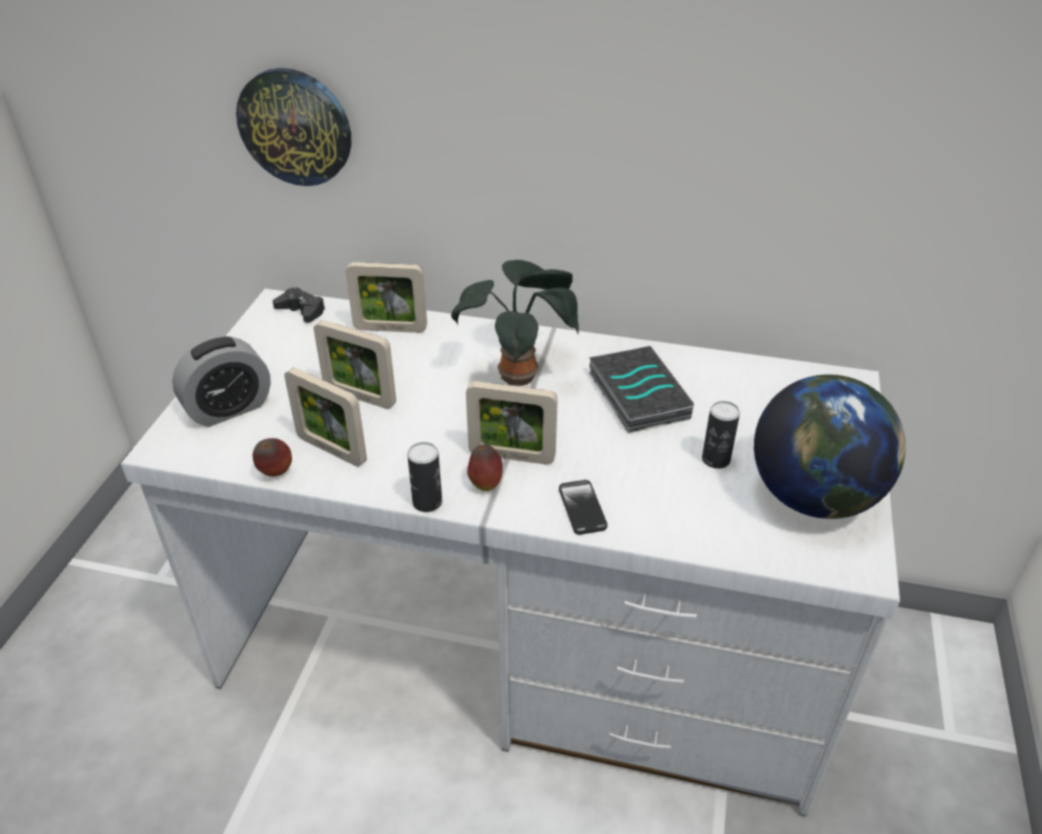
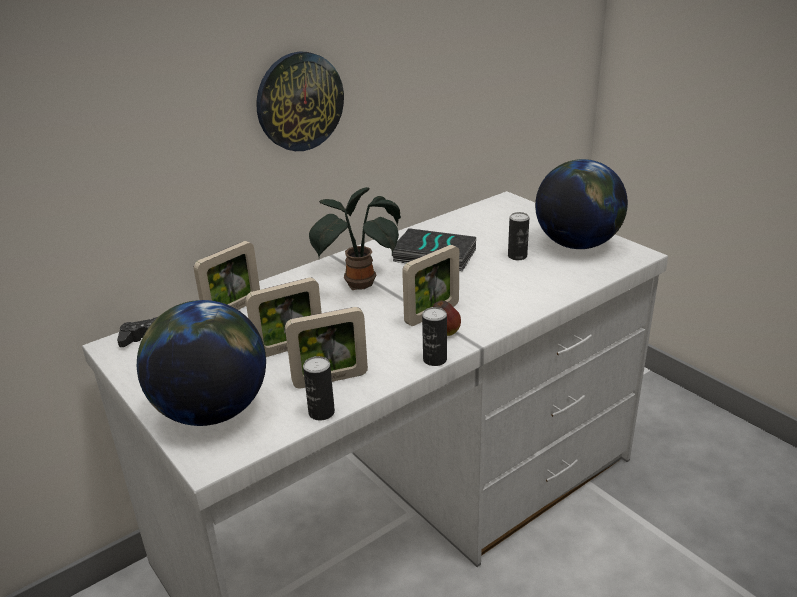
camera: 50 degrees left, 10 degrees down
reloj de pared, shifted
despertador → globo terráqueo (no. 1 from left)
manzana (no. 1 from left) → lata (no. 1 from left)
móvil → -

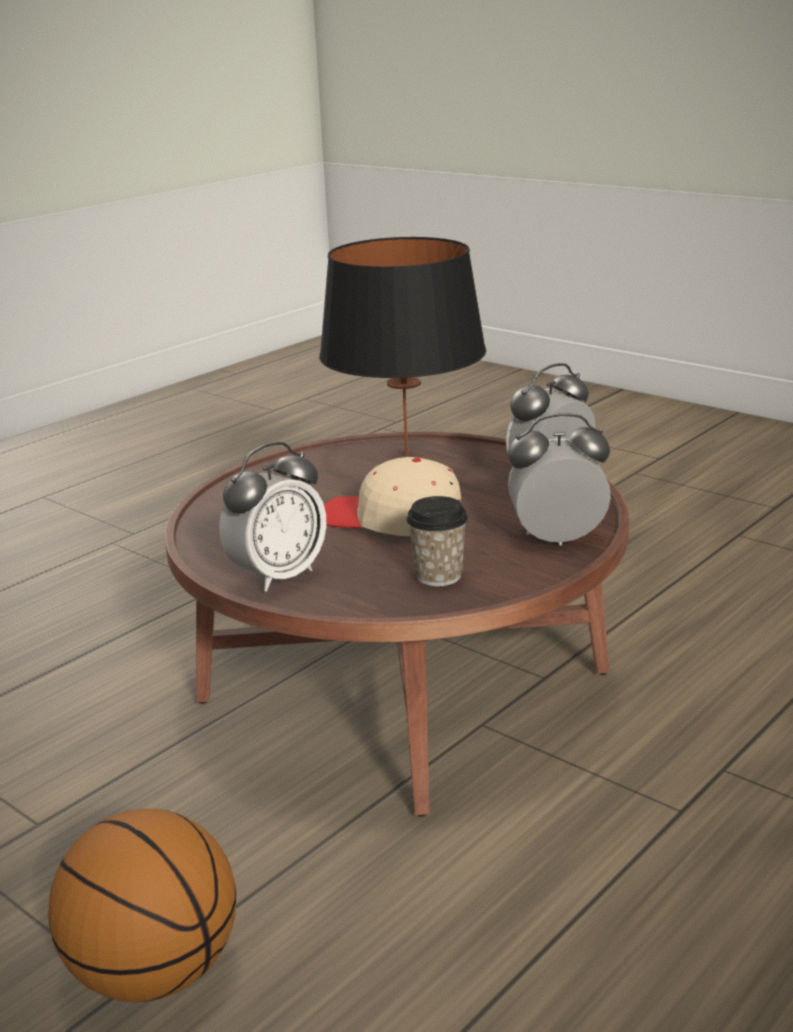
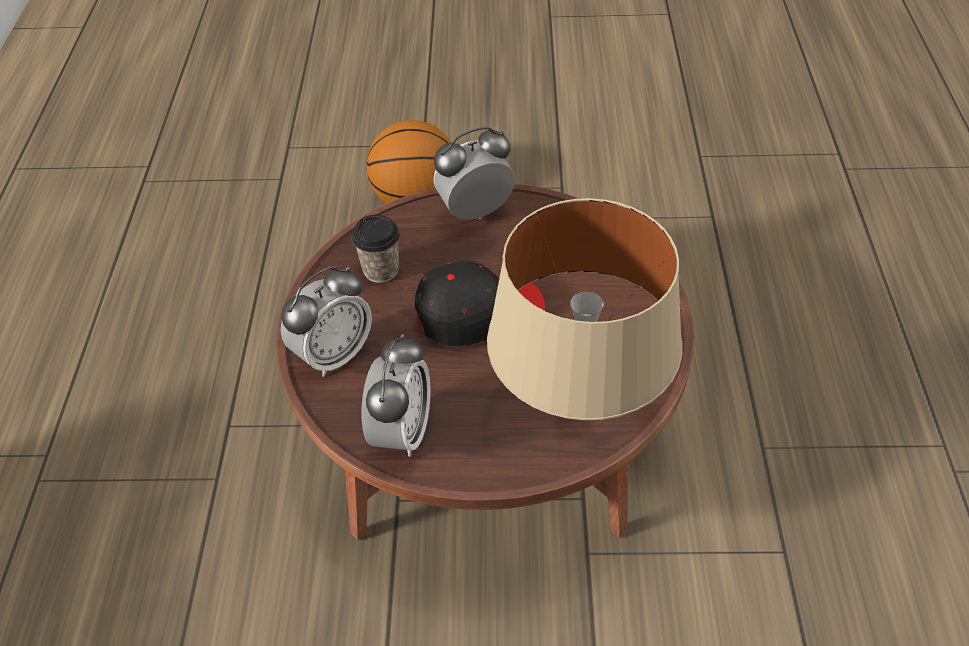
camera: 140 degrees right, 25 degrees up
lámpara de mesa (negro) → lámpara de mesa (beis)
despertador (no. 1 from left in the first image) → despertador (no. 3 from left), 60 degrees clockwise
gorra (beis) → gorra (negro)

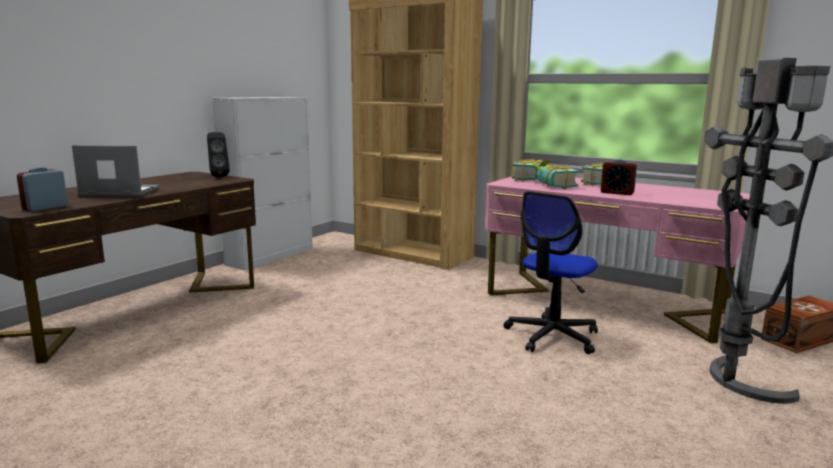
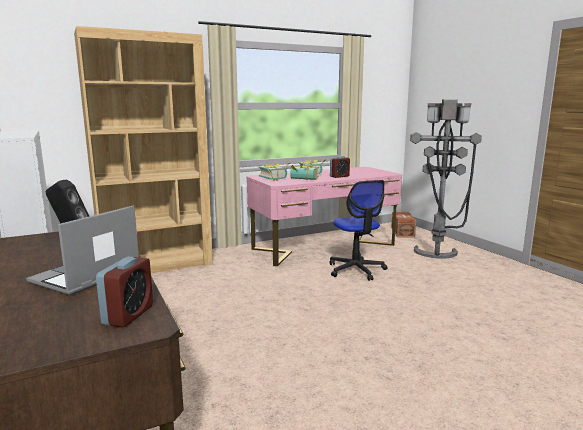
camera: 60 degrees left, 0 degrees up
despertador (no. 1 from left), 135 degrees counterclockwise

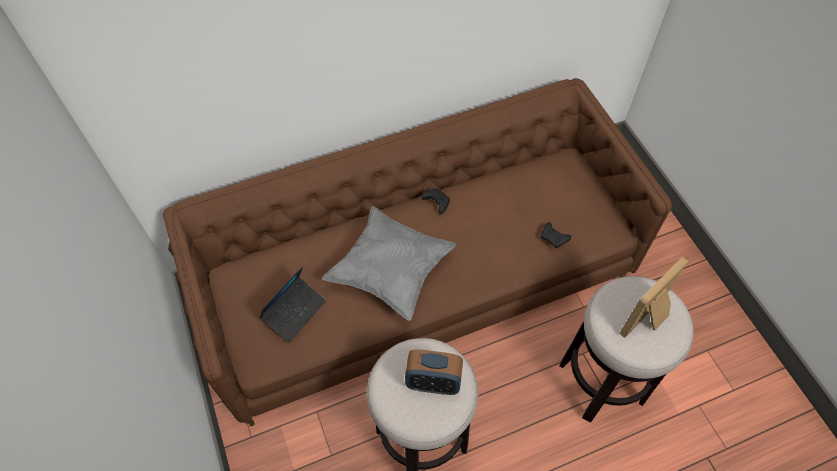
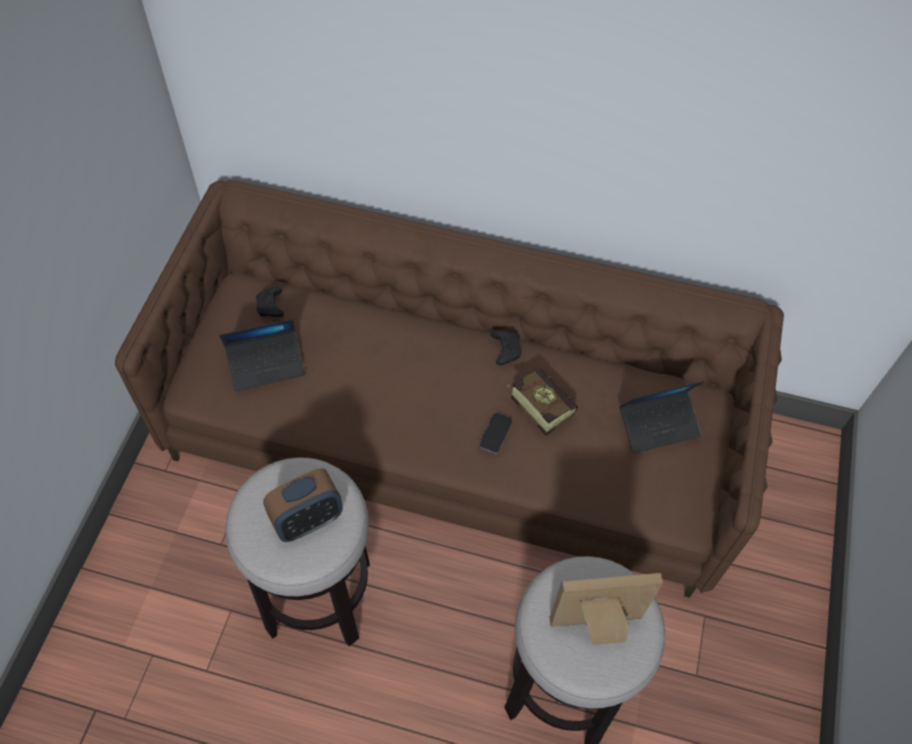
camera: 35 degrees right, 0 degrees up
cojín (gris) → -
mando de consola (negro) (no. 2 from left in the first image) → mando de consola (negro) (no. 1 from left), shifted
despertador, 75 degrees counterclockwise
- → libro
- → portátil (no. 2 from left)
- → móvil

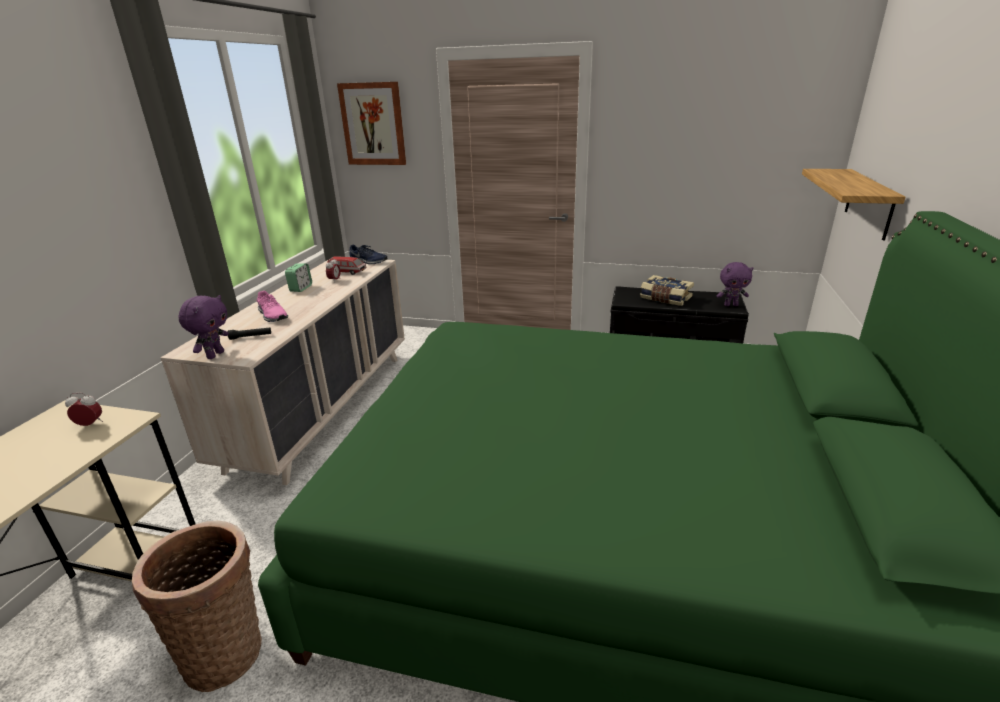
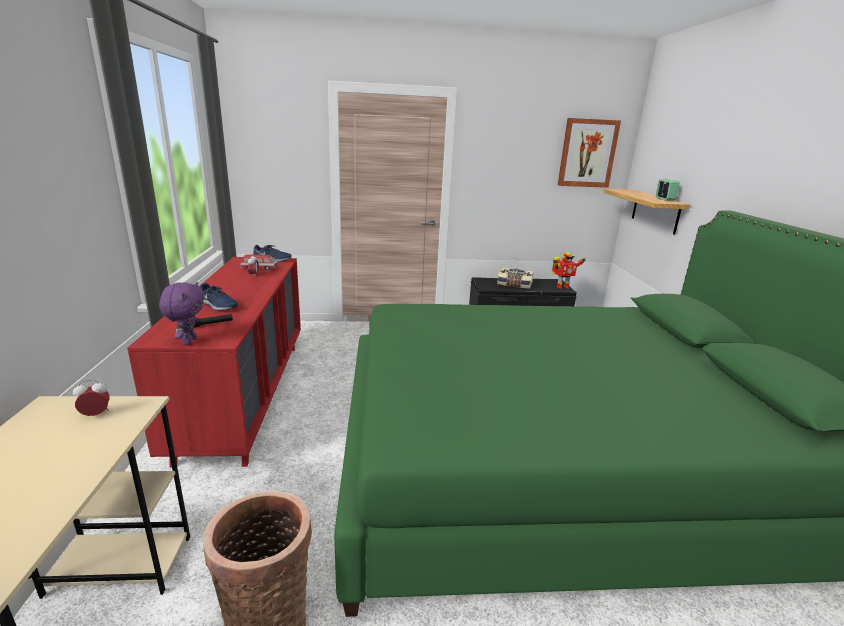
camera: 20 degrees left, 5 degrees down
cuadro, shifted
cómoda (beis) → cómoda (rojo)
peluche (morado) (no. 2 from left) → robot de juguete
despertador (no. 2 from left in the first image) → despertador (no. 3 from left), shifted
zapato (rosa) → zapato (azul) (no. 1 from left)

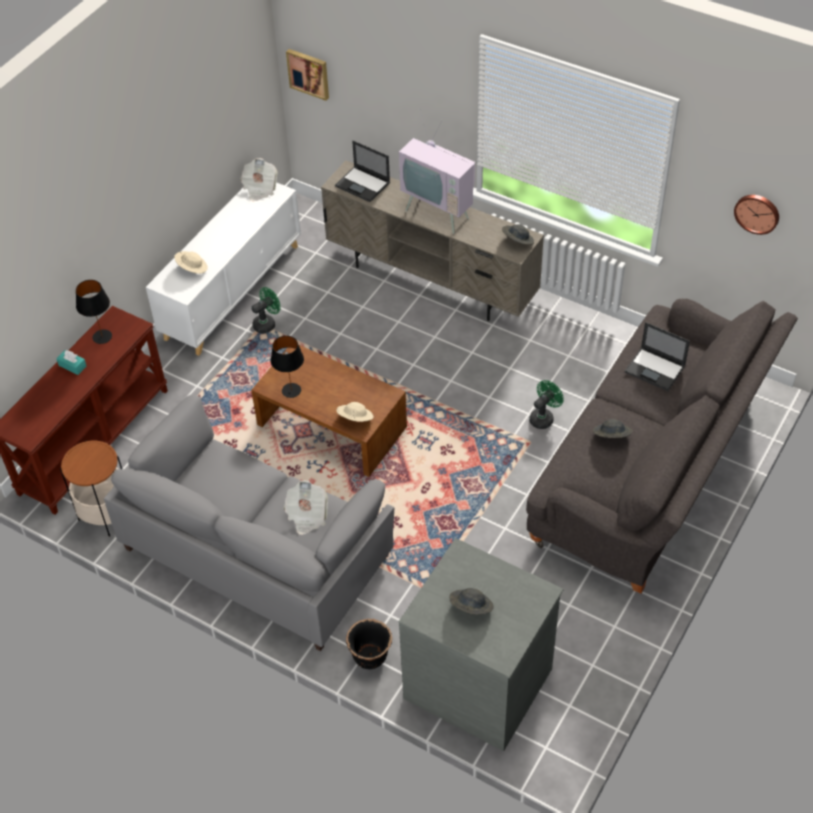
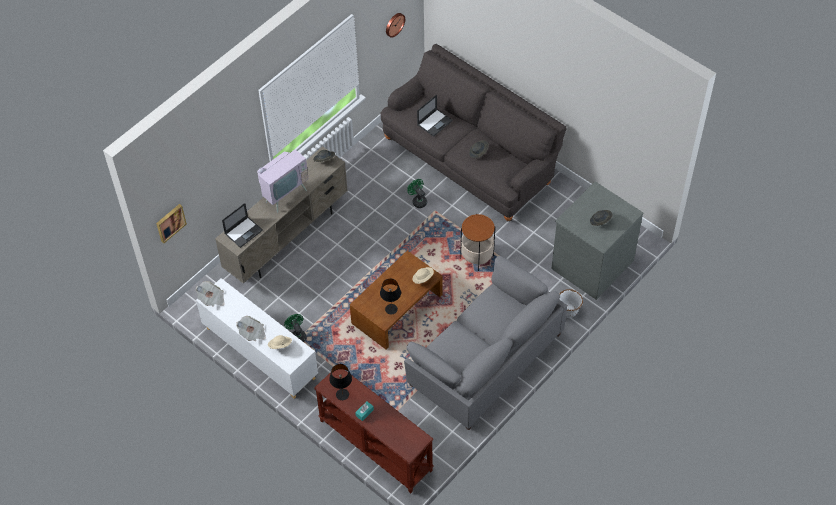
camera: 80 degrees left, 5 degrees up
mesa auxiliar, shifted
periódico (no. 2 from left), shifted
maceta (negro) → maceta (blanco)

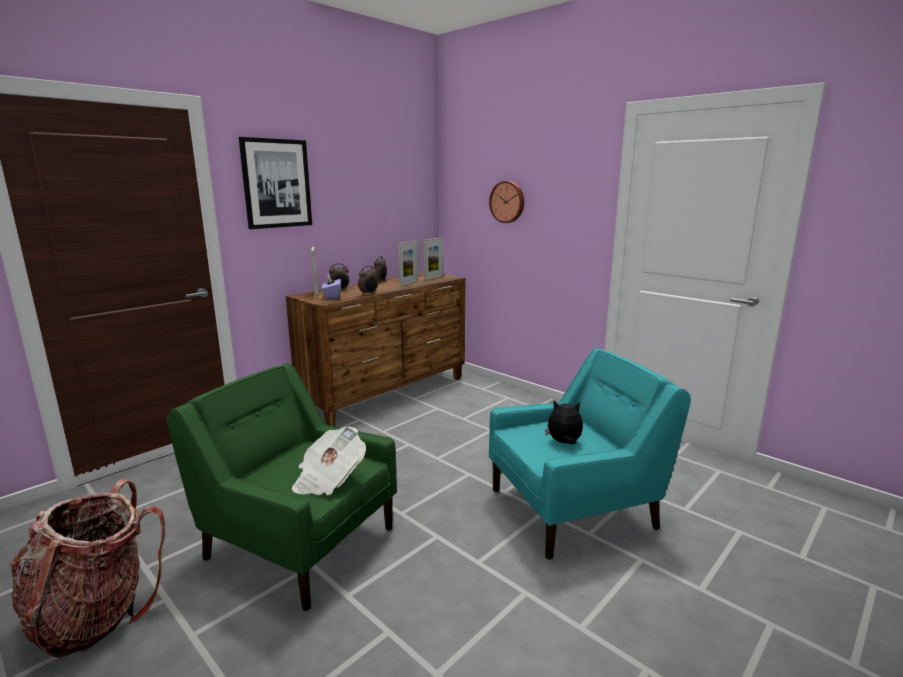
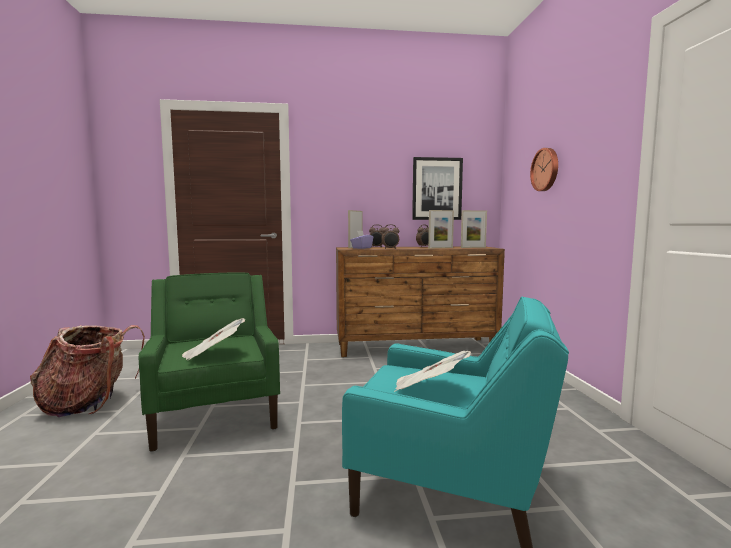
camera: 40 degrees right, 10 degrees down
cuadro, shifted
peluche → periódico (no. 2 from left)

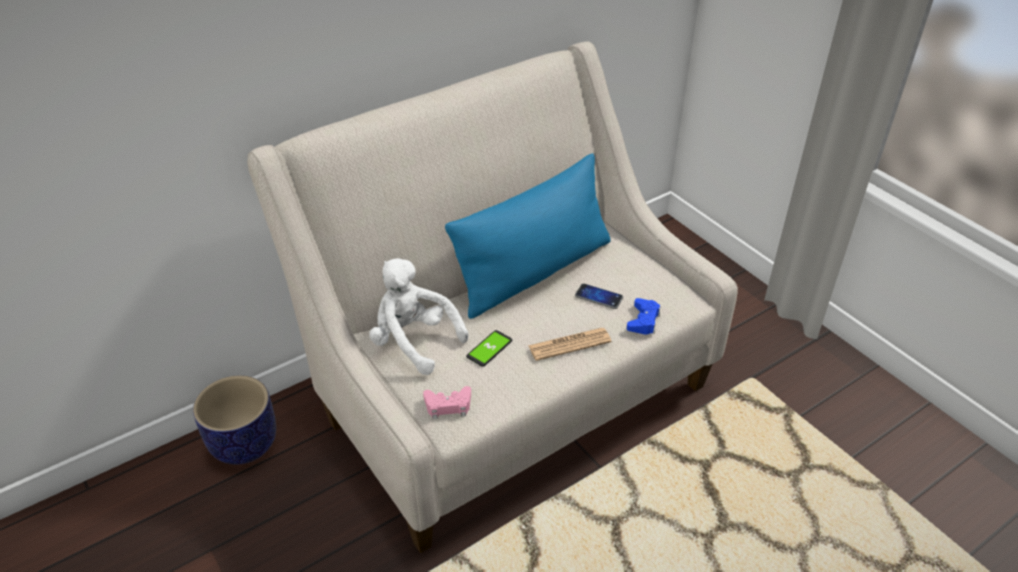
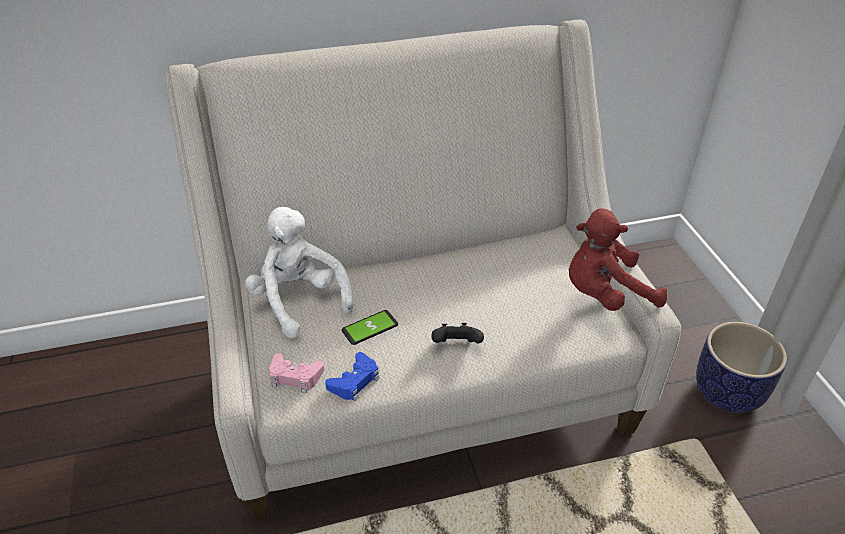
camera: 20 degrees right, 0 degrees up
cojín (azul) → -
móvil (no. 2 from left) → -
mando de consola (azul), shifted
periódico → mando de consola (negro)
maceta, shifted
- → peluche (rojo)

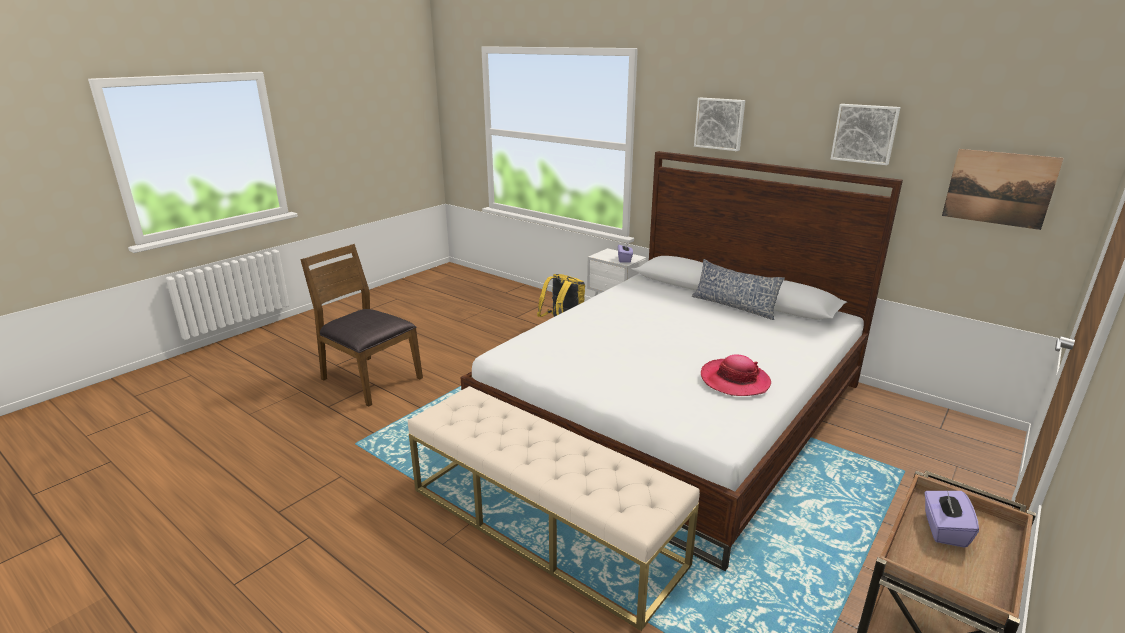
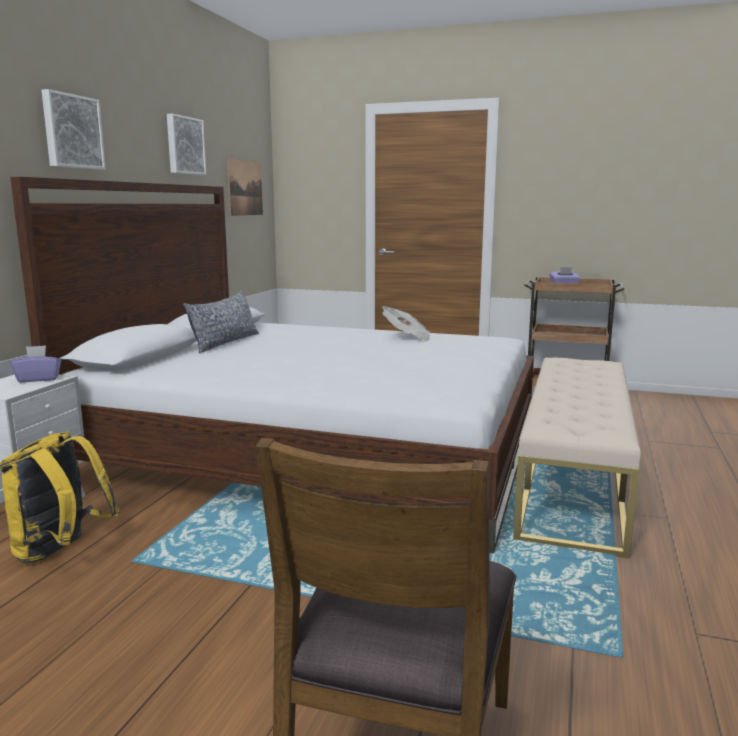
camera: 110 degrees left, 10 degrees down
sombrero → periódico

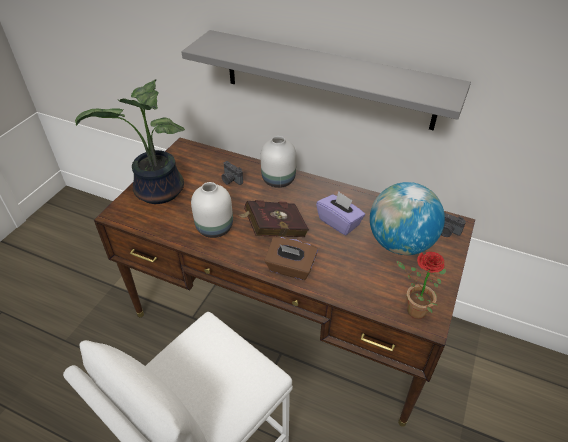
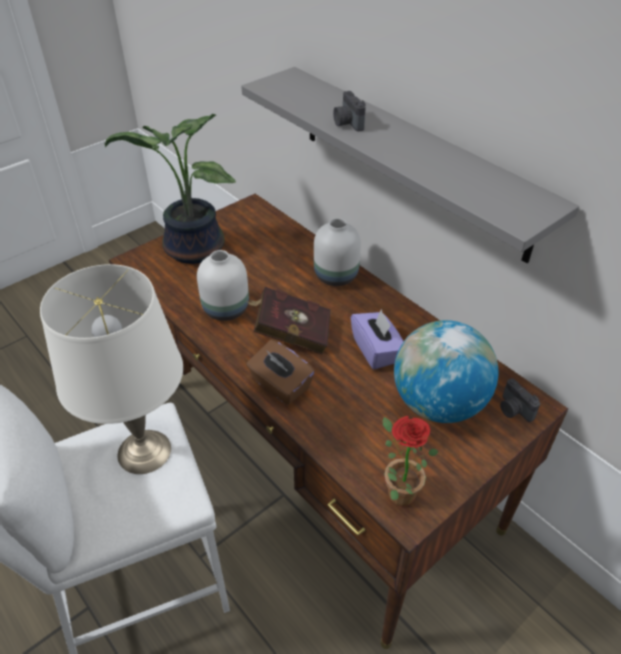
camera: 25 degrees right, 0 degrees up
cámara (no. 1 from left), shifted
- → lámpara de mesa (blanco)

